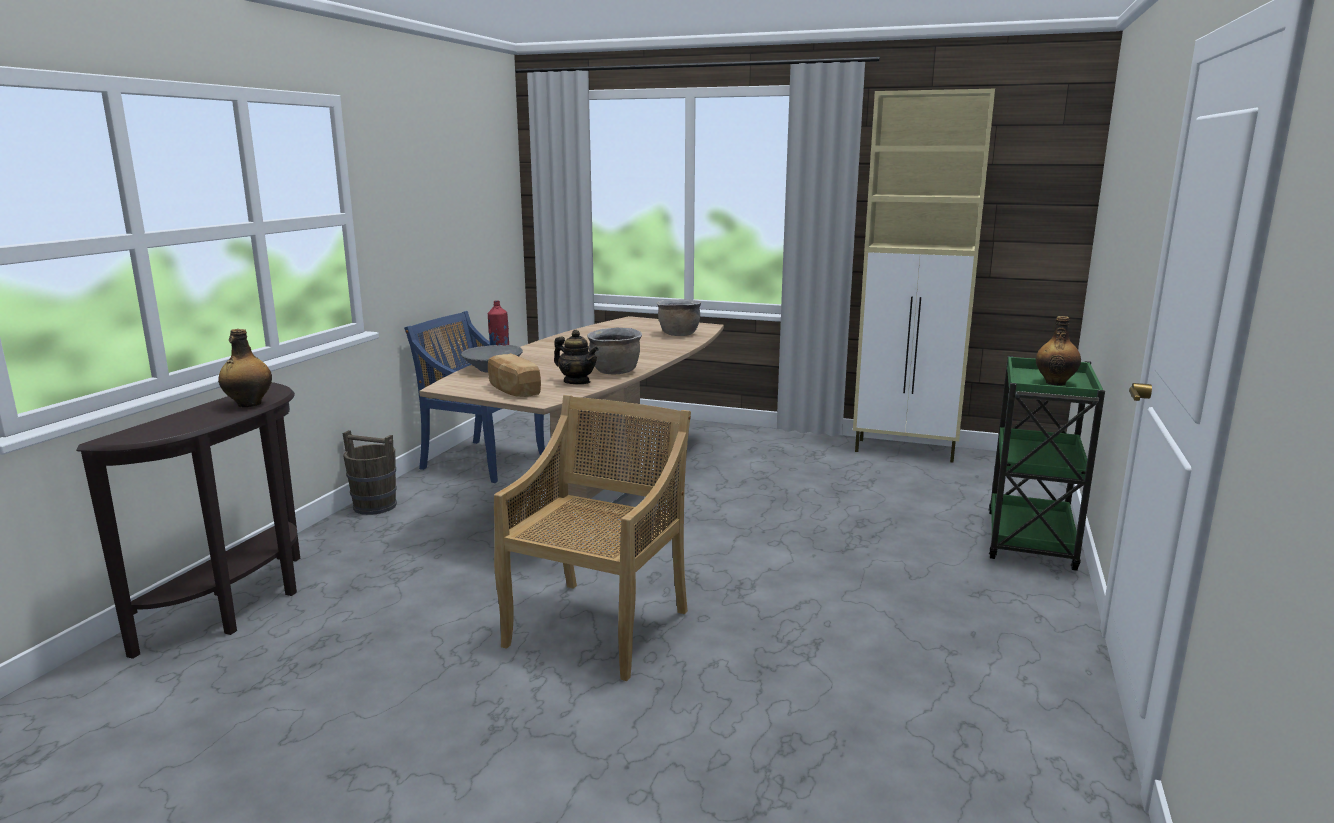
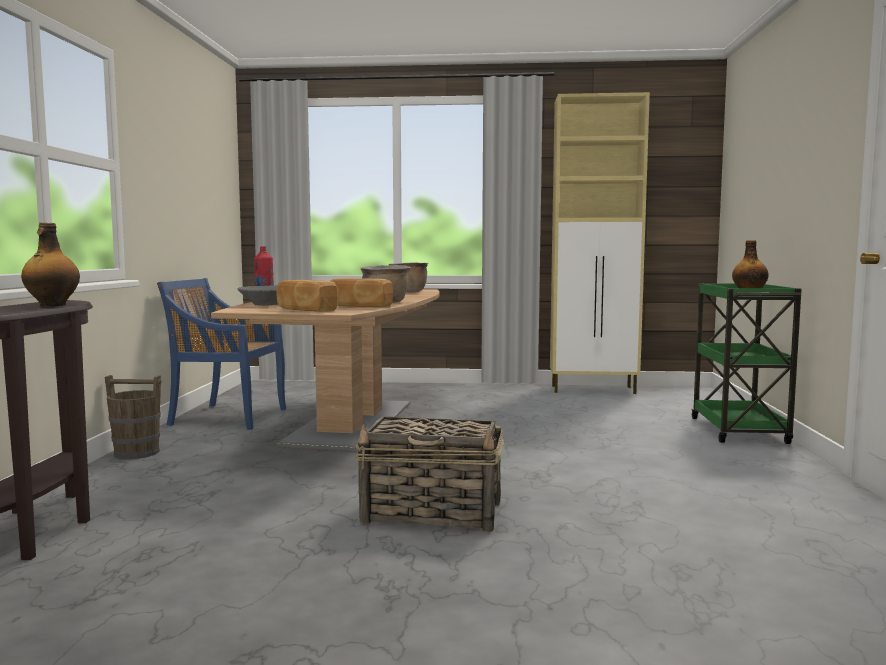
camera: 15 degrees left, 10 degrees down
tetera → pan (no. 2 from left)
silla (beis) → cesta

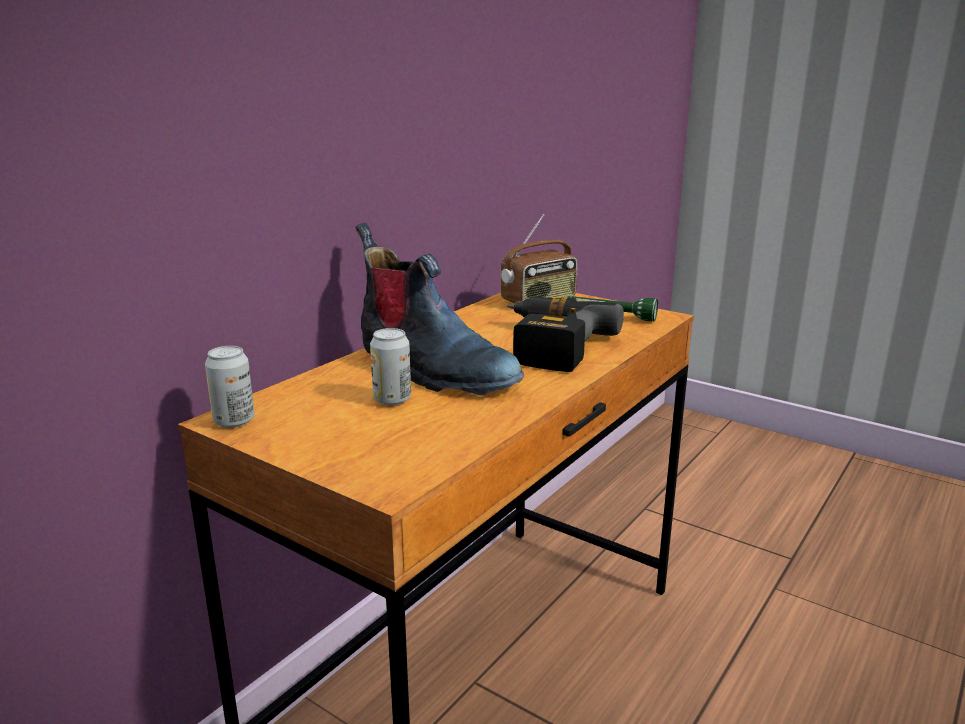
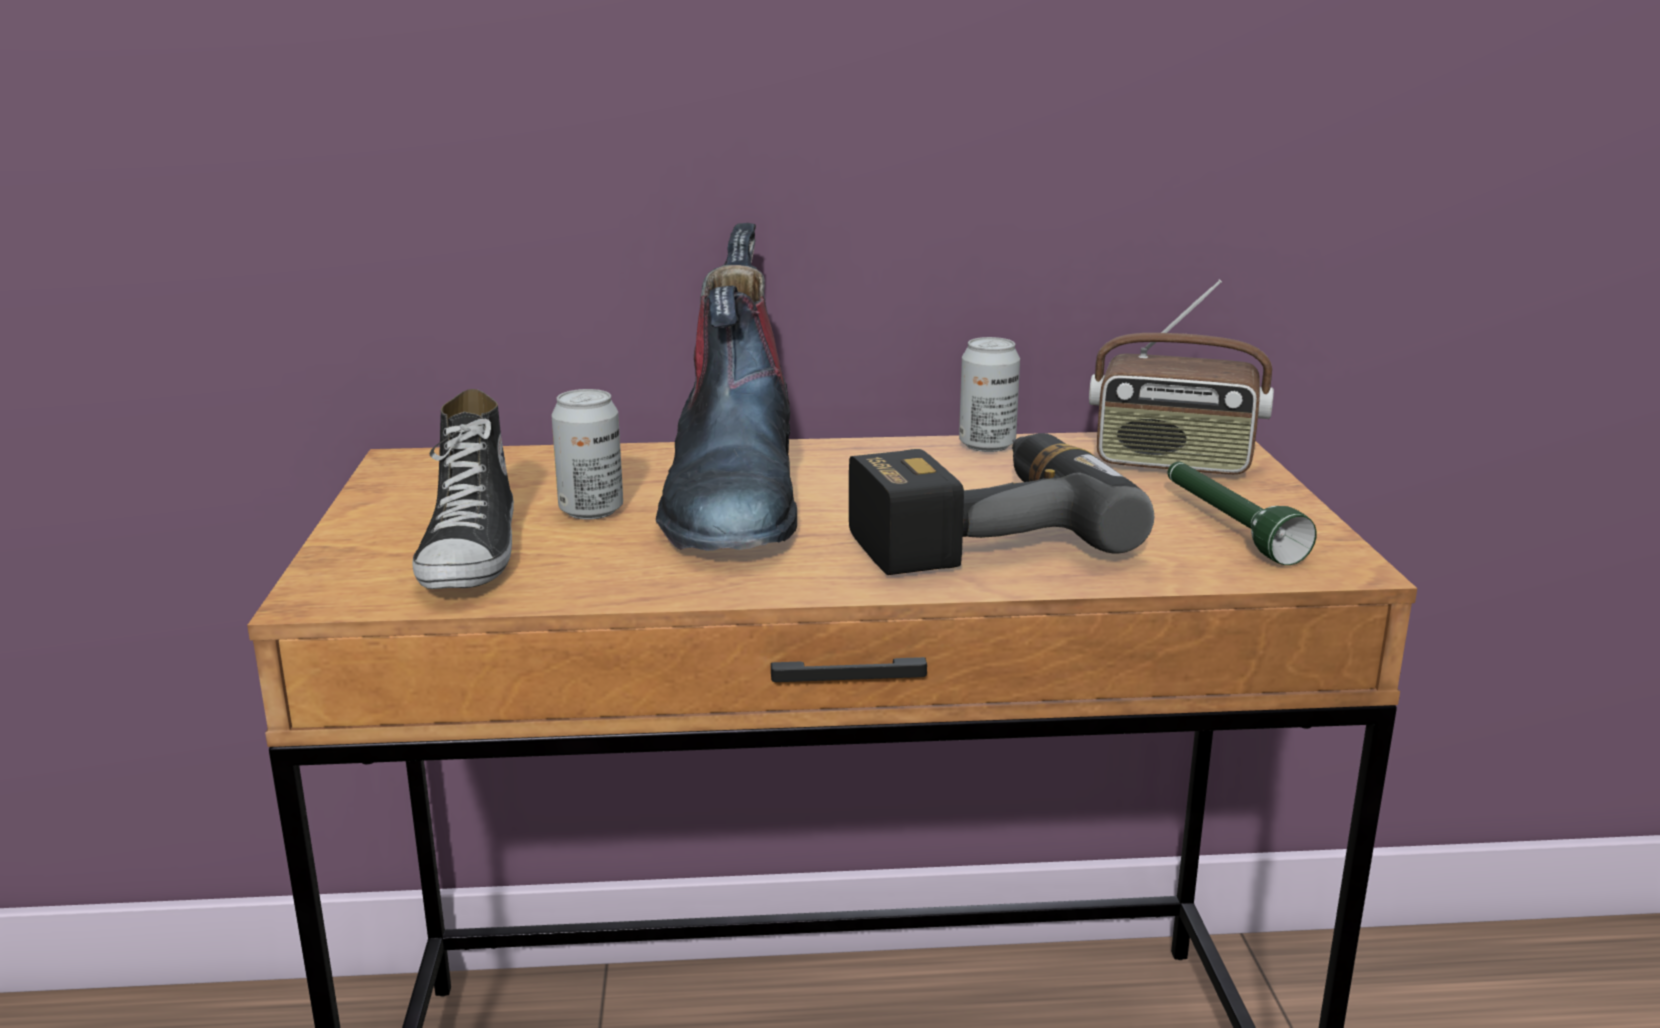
camera: 50 degrees right, 0 degrees up
lata (no. 1 from left in the first image) → lata (no. 2 from left), shifted
- → zapato

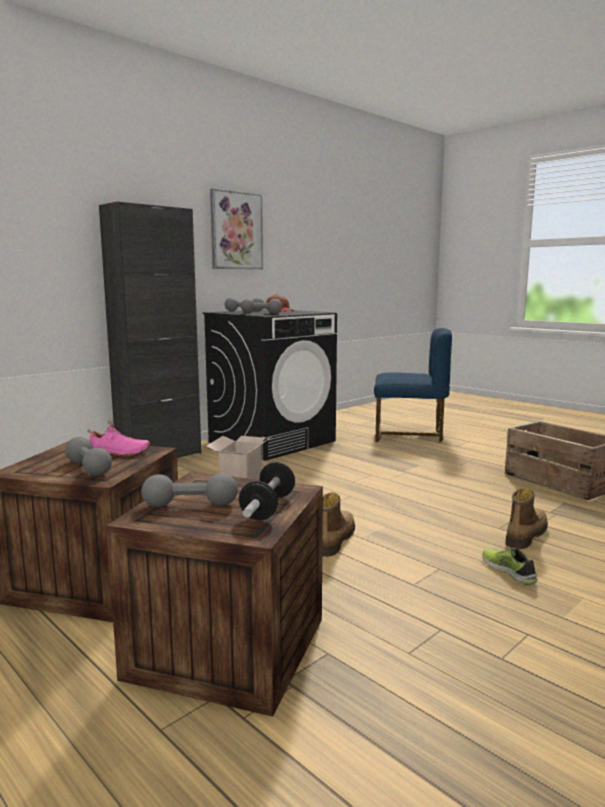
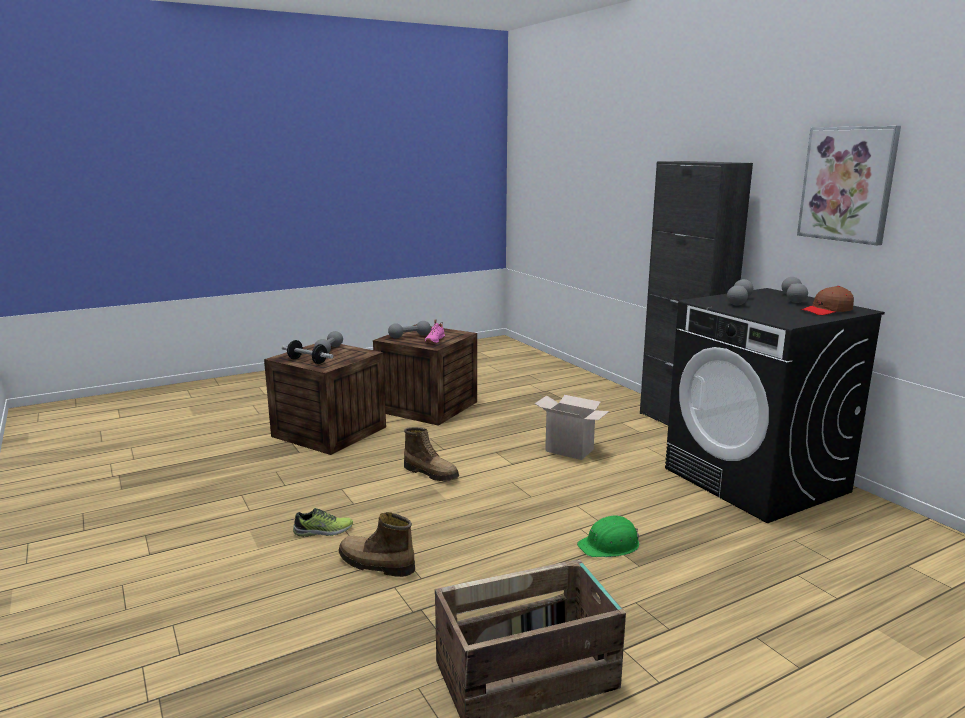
camera: 105 degrees right, 5 degrees up
silla (azul) → -
bota (no. 2 from left in the first image) → bota (no. 1 from left), 150 degrees clockwise
- → casco (verde)

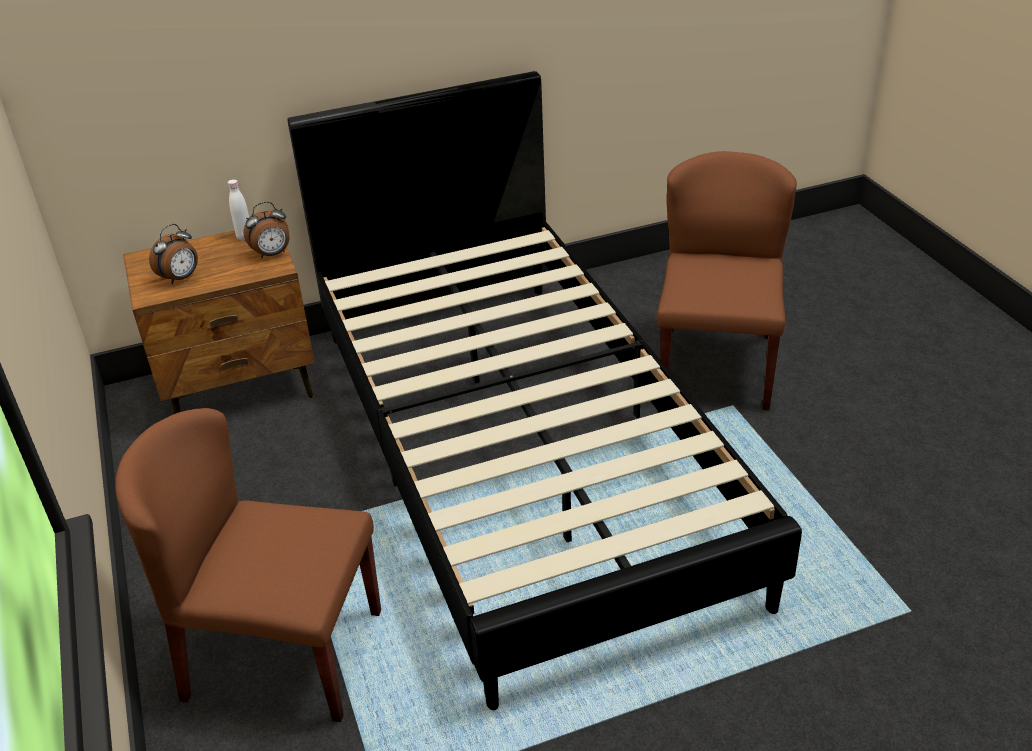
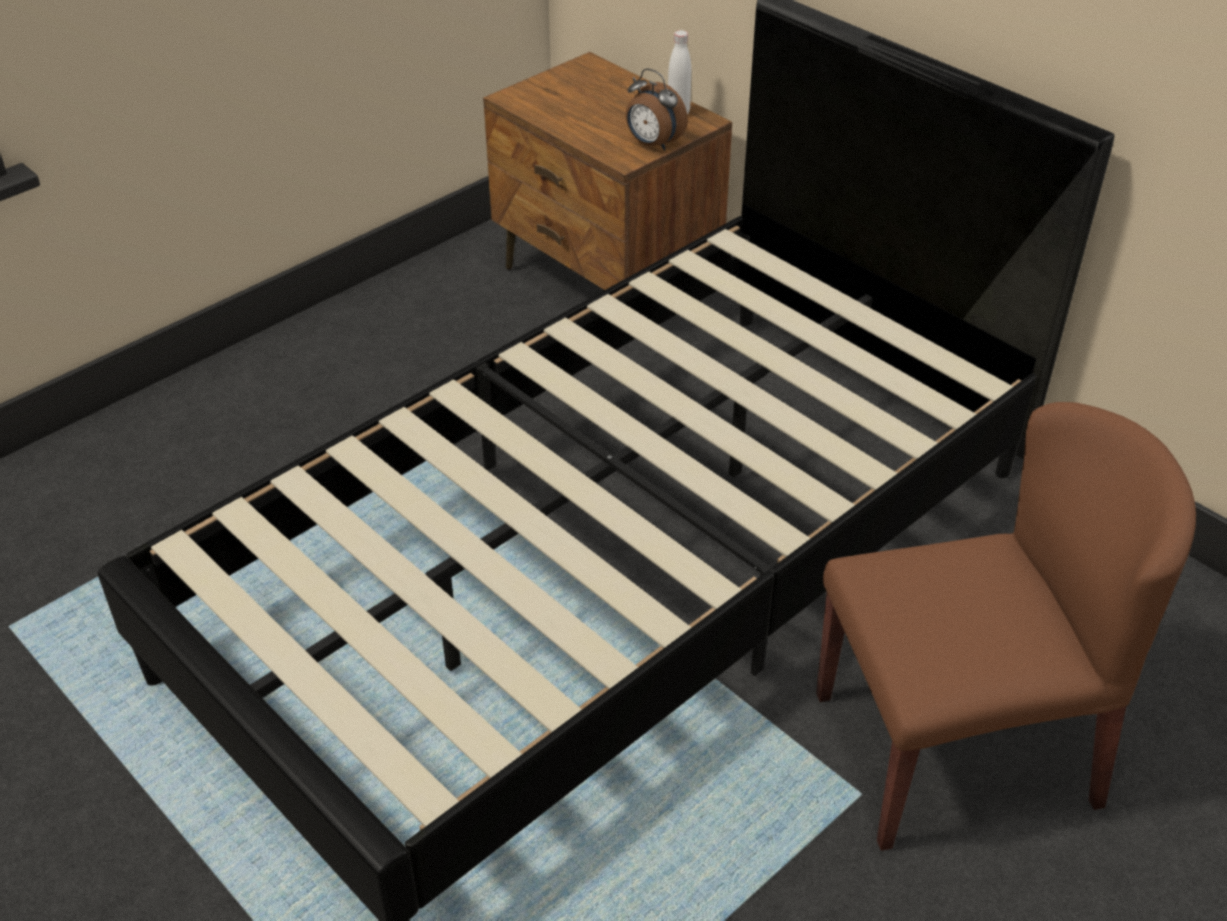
camera: 65 degrees right, 5 degrees up
despertador (no. 1 from left) → -
silla (marrón) (no. 1 from left) → -

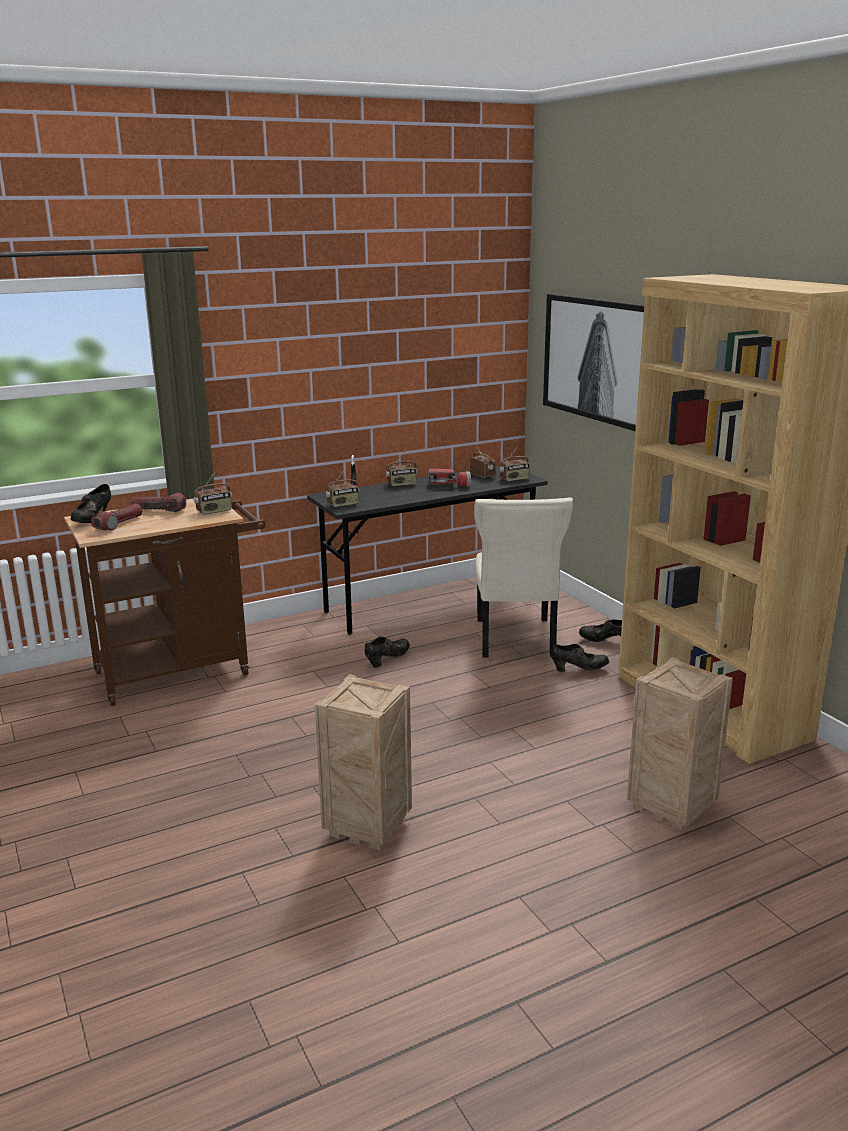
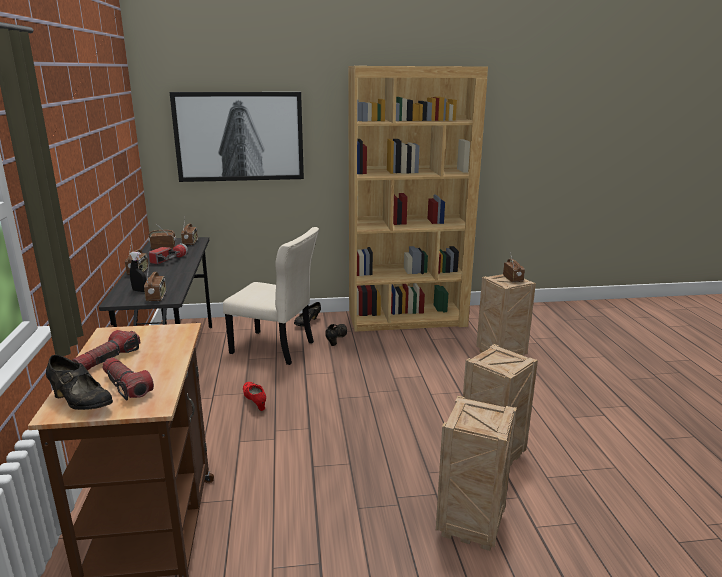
camera: 70 degrees left, 0 degrees up
radio (no. 1 from left in the first image) → radio (no. 5 from left), shifted
zapato (negro) (no. 2 from left) → zapato (rojo)
- → caja de embalaje (no. 1 from left)

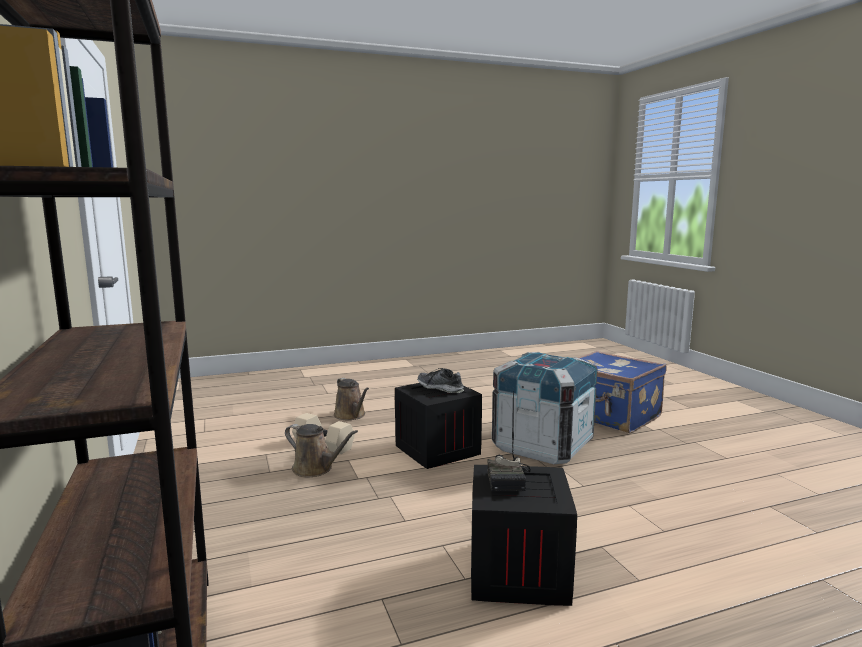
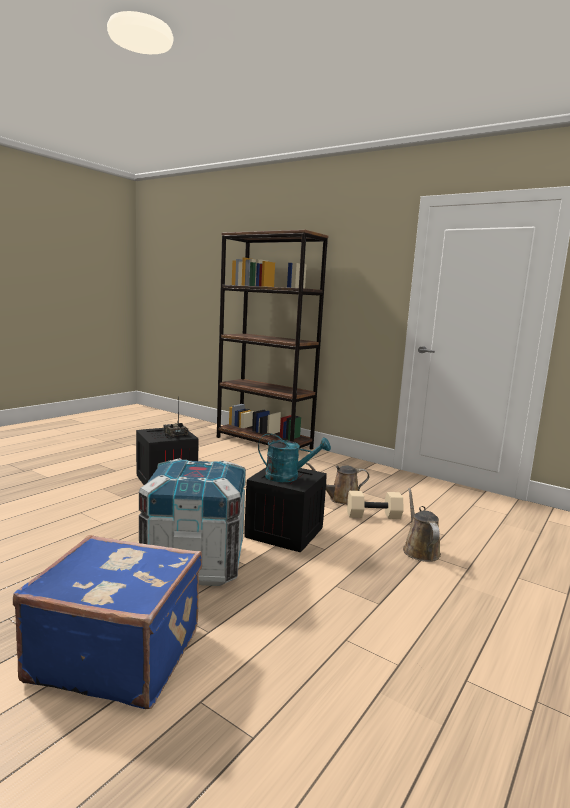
camera: 145 degrees right, 0 degrees up
zapato → regadera (turquesa)
regadera (marrón) (no. 2 from left), 60 degrees clockwise

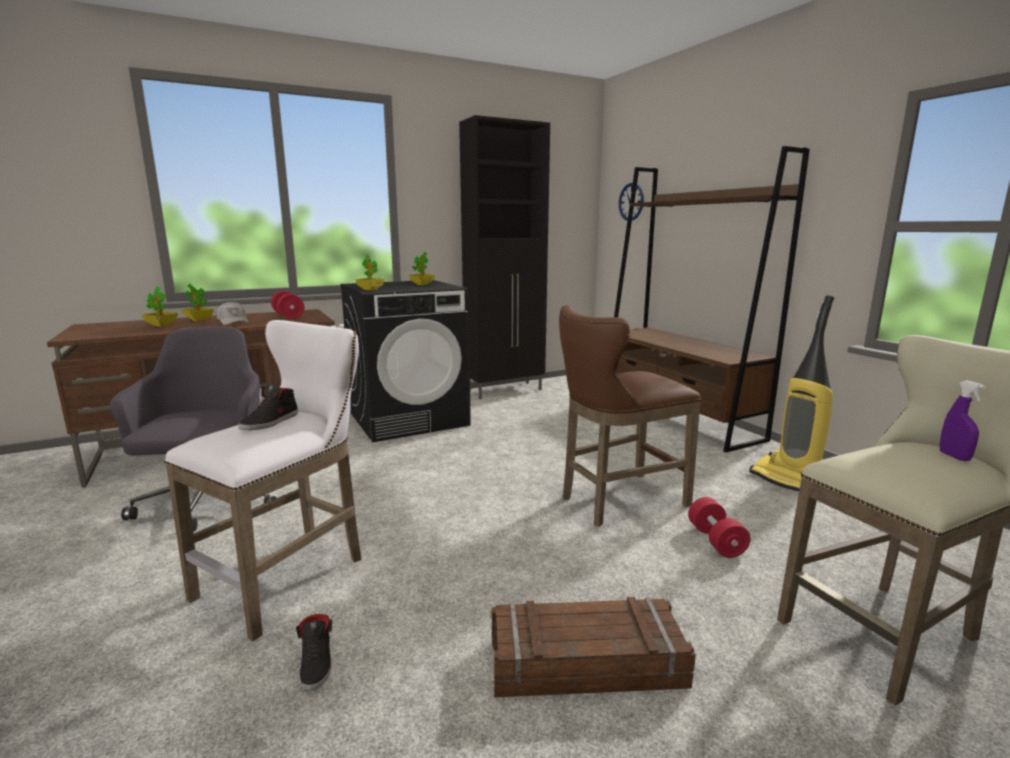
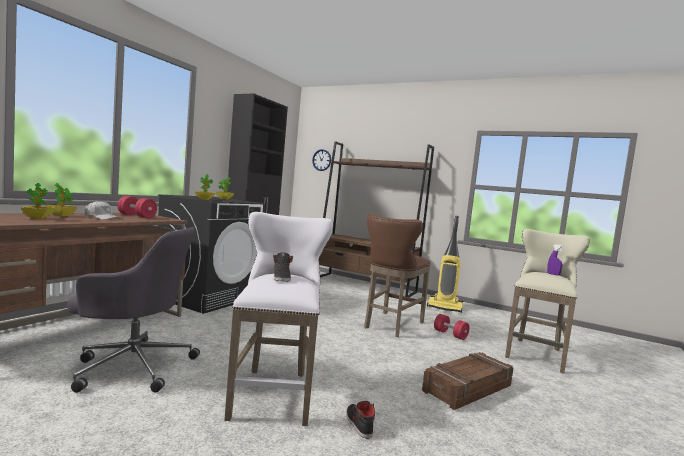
camera: 35 degrees left, 10 degrees down
silla de oficina (gris), 135 degrees clockwise
zapato (negro) (no. 2 from left), 150 degrees counterclockwise

